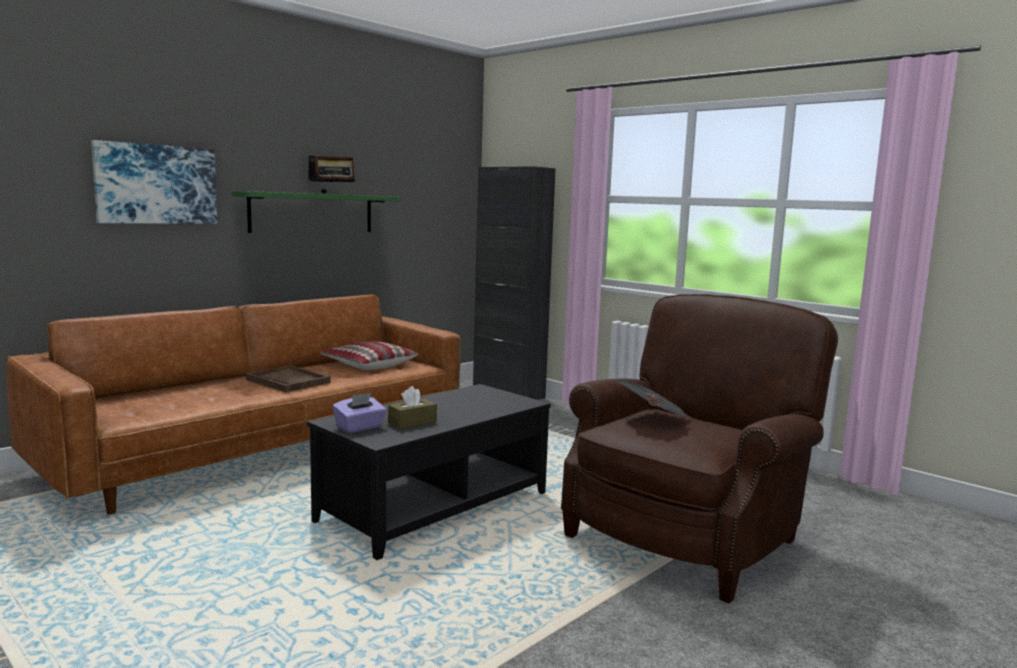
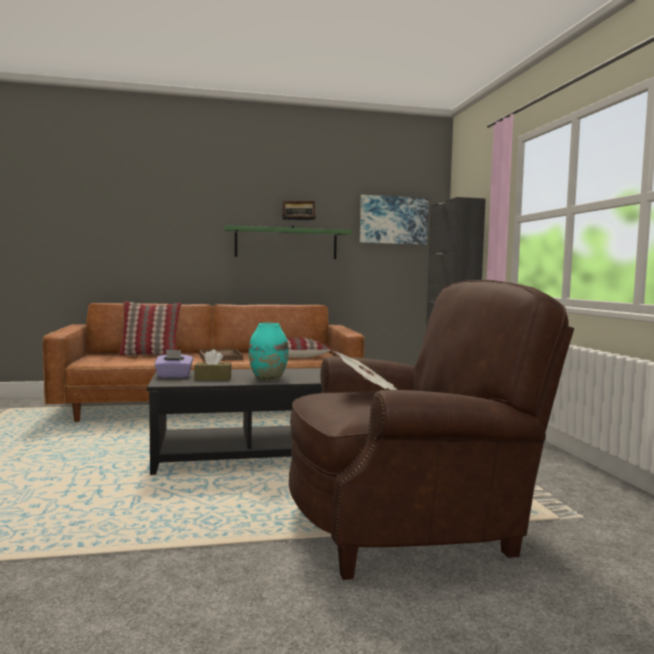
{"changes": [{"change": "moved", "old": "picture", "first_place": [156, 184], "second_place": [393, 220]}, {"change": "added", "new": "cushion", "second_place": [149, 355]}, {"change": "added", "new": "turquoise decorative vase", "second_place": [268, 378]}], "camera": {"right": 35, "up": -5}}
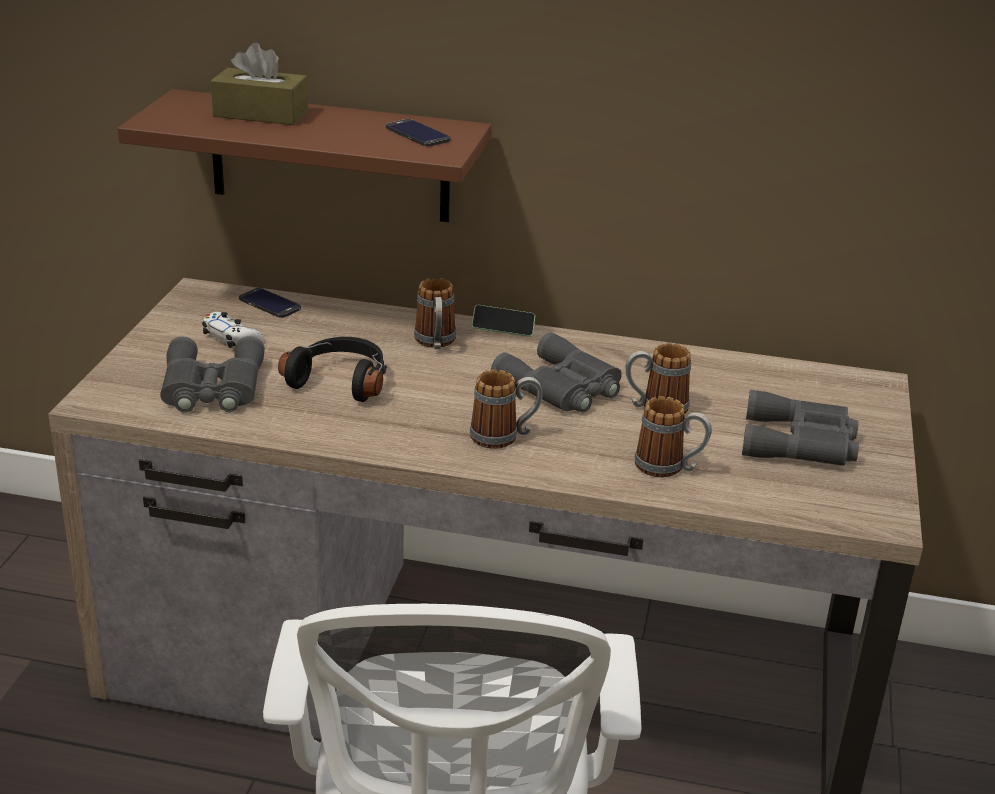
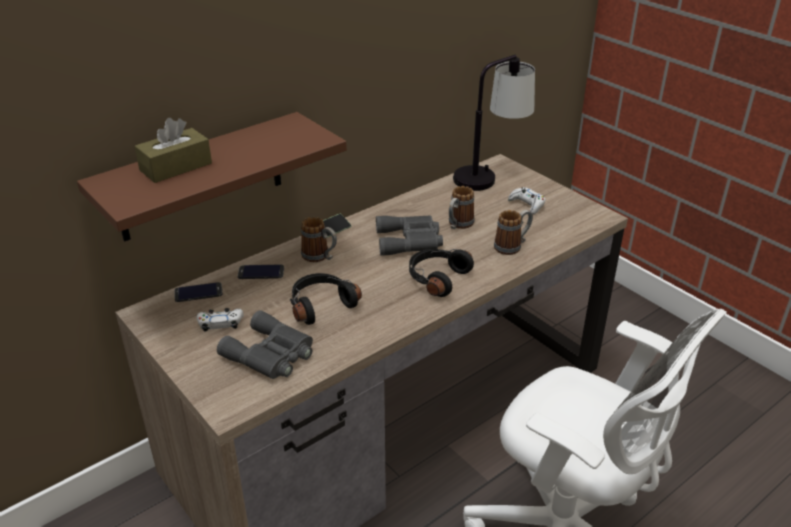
{"changes": [{"change": "moved", "old": "telephone", "first_place": [417, 134], "second_place": [261, 272]}, {"change": "replaced", "old": "tea mug", "new": "black-coloured headphones", "first_place": [504, 437], "second_place": [436, 278]}, {"change": "replaced", "old": "greyish binoculars", "new": "white gamepad", "first_place": [801, 443], "second_place": [527, 204]}, {"change": "added", "new": "lamp for a table", "second_place": [489, 175]}], "camera": {"right": -50, "up": 5}}
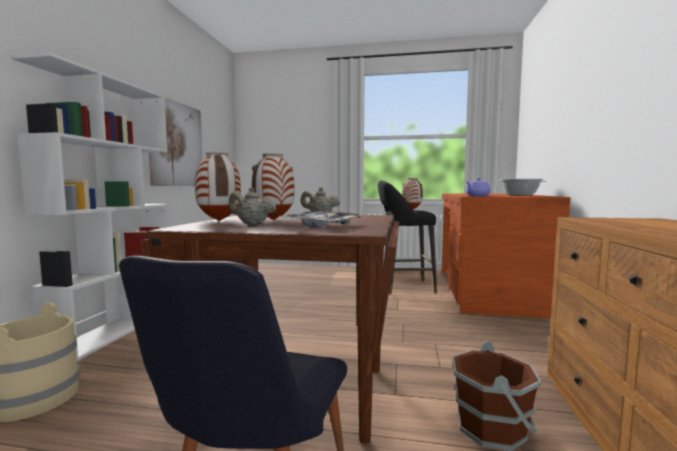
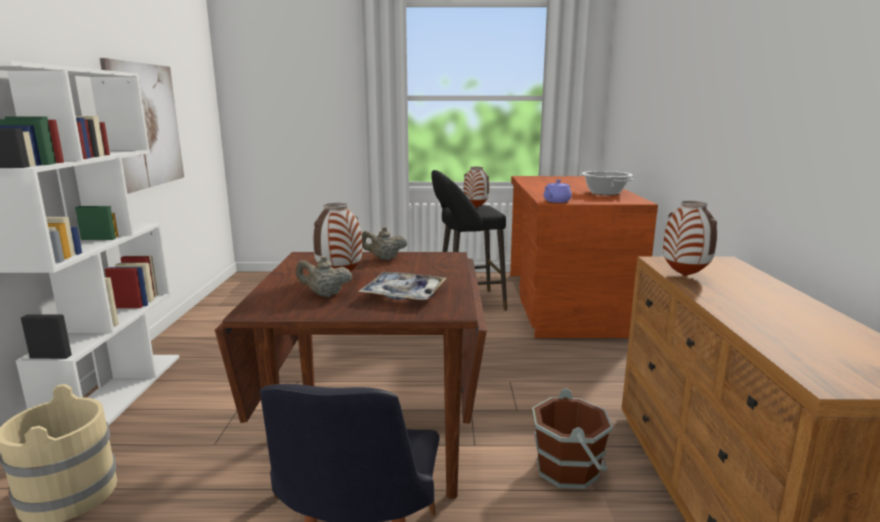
{"changes": [{"change": "moved", "old": "decorative vase", "first_place": [220, 221], "second_place": [685, 276]}], "camera": {"right": -10, "up": 10}}
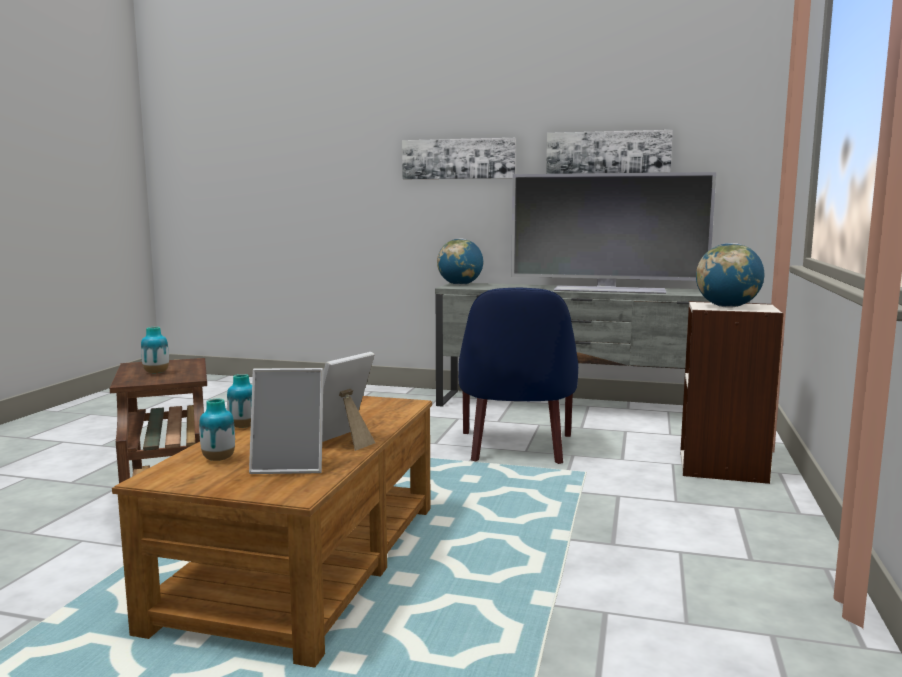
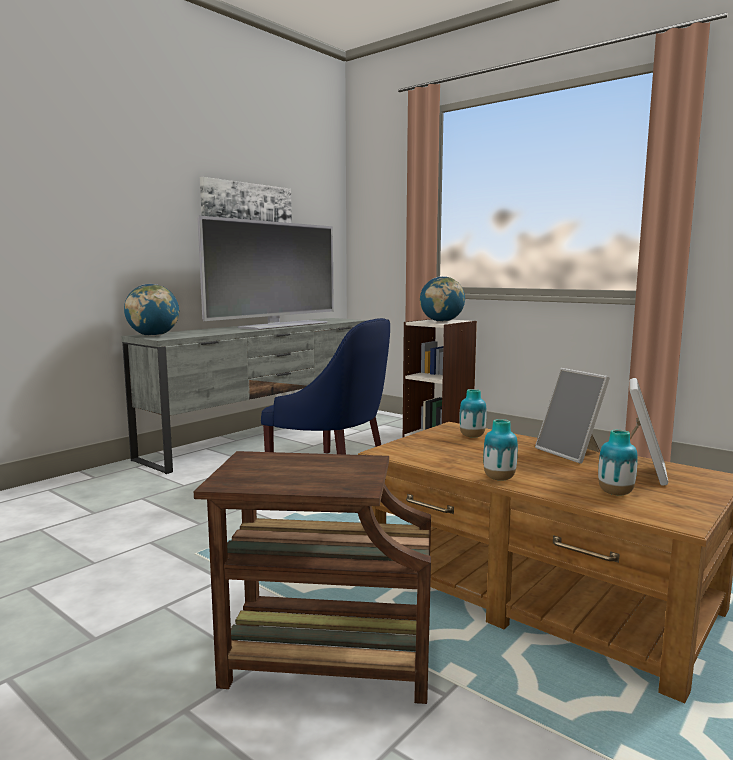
{"changes": [{"change": "removed", "old": "picture", "first_place": [458, 159]}, {"change": "moved", "old": "decorative vase", "first_place": [156, 373], "second_place": [472, 436]}], "camera": {"right": -65, "up": 0}}
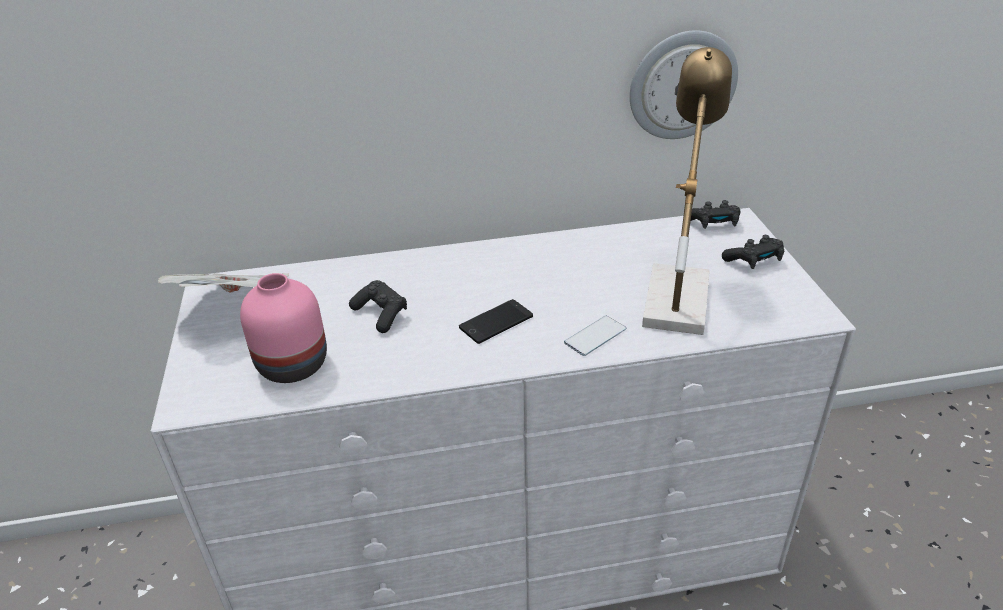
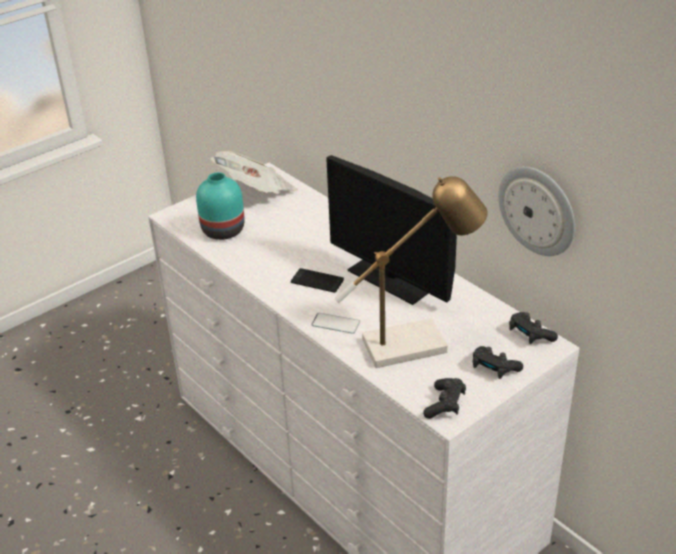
{"changes": [{"change": "recoloured", "old": "pink-coloured decorative vase", "new": "turquoise decorative vase", "first_place": [294, 363], "second_place": [224, 230]}, {"change": "moved", "old": "black-coloured gamepad", "first_place": [381, 314], "second_place": [445, 405]}, {"change": "added", "new": "computer screen", "second_place": [392, 278]}], "camera": {"right": 60, "up": 0}}
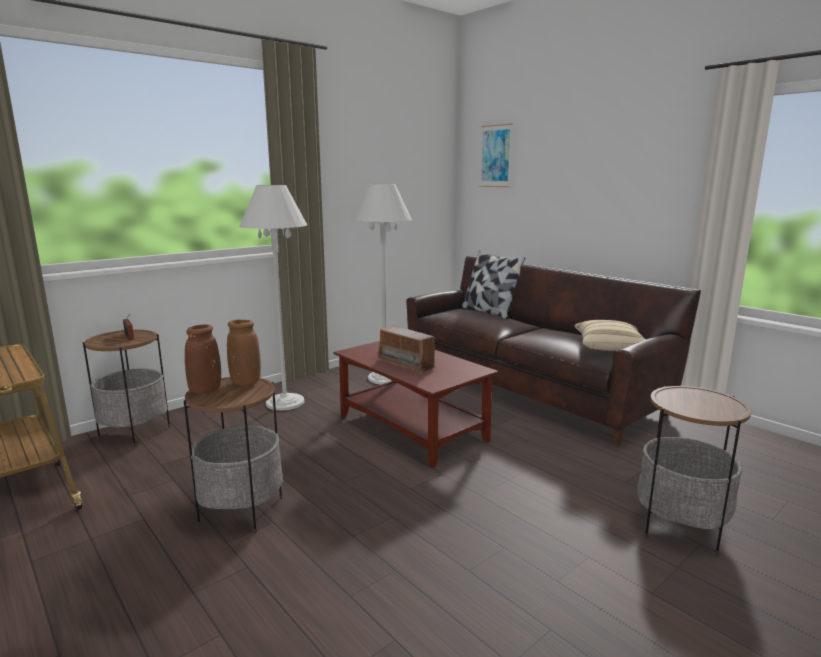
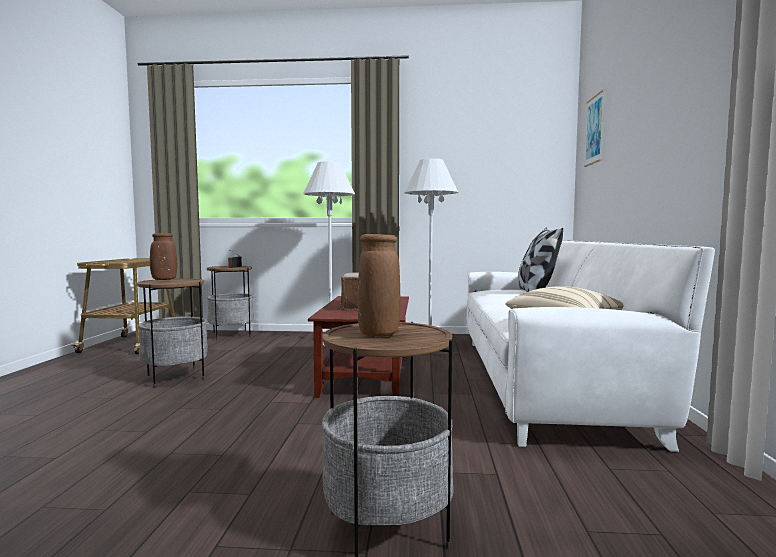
{"changes": [{"change": "recoloured", "old": "brown-coloured settee", "new": "white settee", "first_place": [528, 388], "second_place": [542, 381]}, {"change": "moved", "old": "brown-coloured decorative vase", "first_place": [245, 382], "second_place": [378, 334]}], "camera": {"right": 45, "up": -10}}
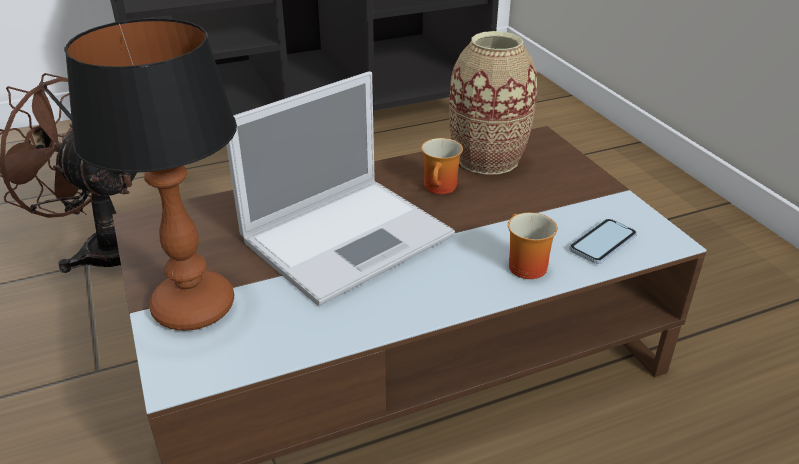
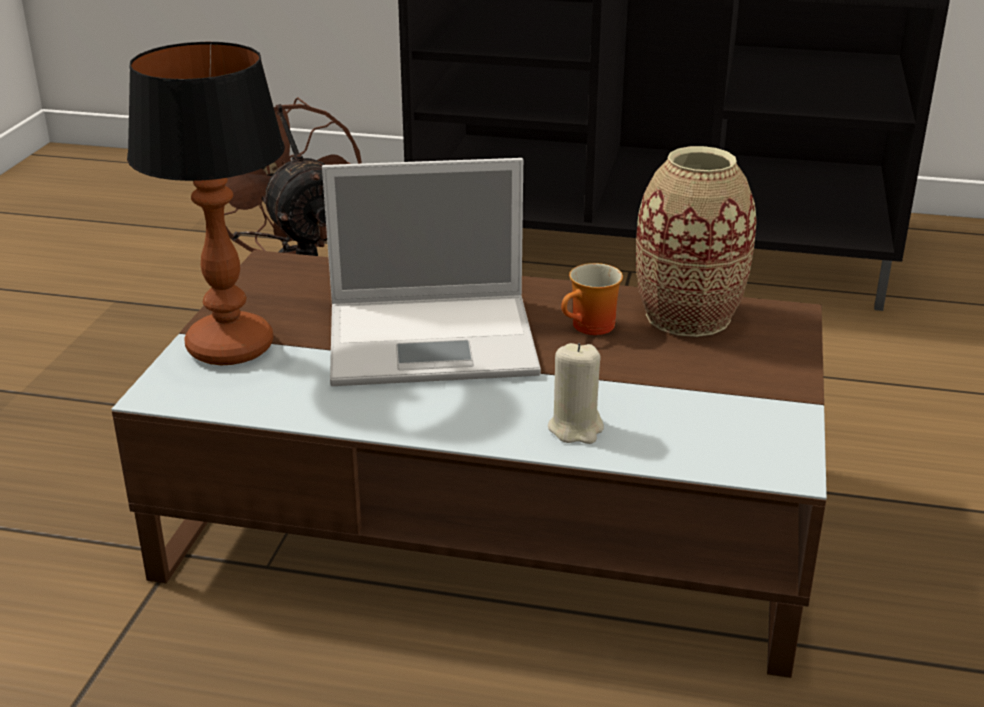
{"changes": [{"change": "replaced", "old": "tea mug", "new": "beige-coloured wax candle", "first_place": [522, 265], "second_place": [576, 428]}, {"change": "removed", "old": "telephone", "first_place": [602, 243]}], "camera": {"right": 35, "up": -5}}
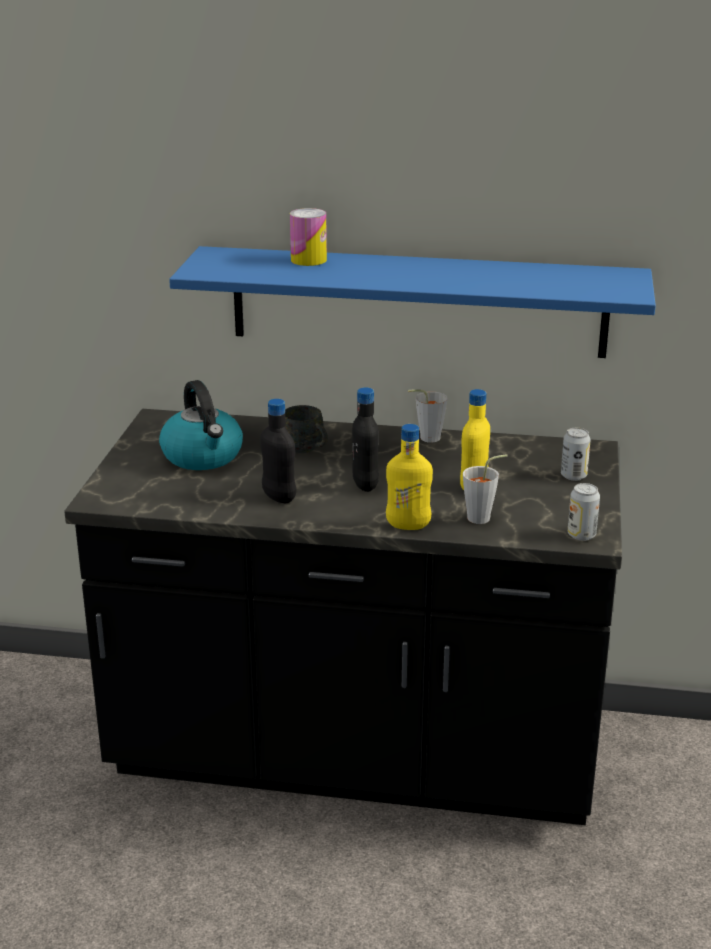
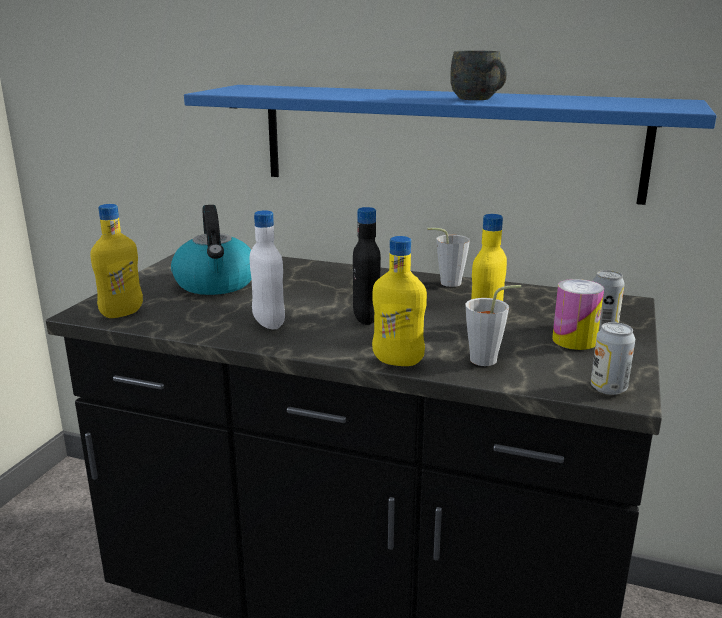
{"changes": [{"change": "moved", "old": "metal can", "first_place": [308, 260], "second_place": [574, 340]}, {"change": "recoloured", "old": "black-coloured drink bottle", "new": "white drink bottle", "first_place": [279, 497], "second_place": [268, 323]}, {"change": "moved", "old": "greyish tea mug", "first_place": [307, 449], "second_place": [479, 99]}, {"change": "added", "new": "yellow-coloured drink bottle", "second_place": [122, 313]}], "camera": {"right": 10, "up": -5}}
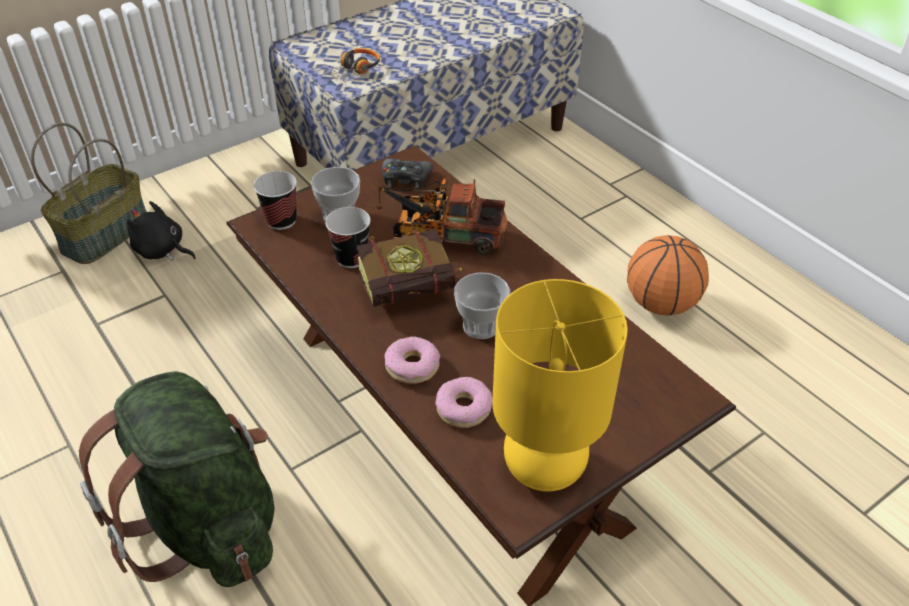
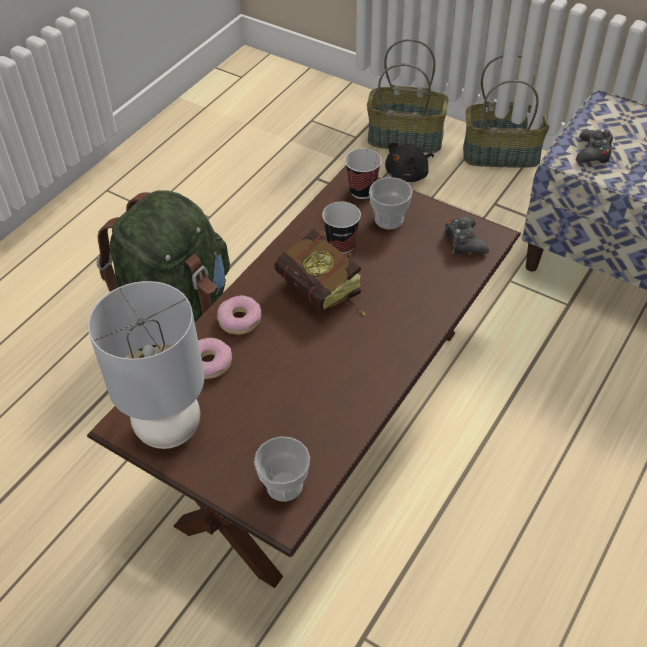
{"changes": [{"change": "replaced", "old": "headphones", "new": "black-coloured gamepad", "first_place": [352, 72], "second_place": [593, 152]}, {"change": "removed", "old": "toy lorry", "first_place": [441, 235]}, {"change": "turned", "old": "black-coloured cuddly toy", "first_place": [162, 251], "second_place": [408, 174], "degrees": -135}, {"change": "removed", "old": "ball for basketball", "first_place": [660, 304]}, {"change": "moved", "old": "small cup", "first_place": [481, 326], "second_place": [284, 485]}, {"change": "recoloured", "old": "yellow-coloured lamp for a table", "new": "greyish lamp for a table", "first_place": [545, 467], "second_place": [168, 429]}, {"change": "added", "new": "household basket", "second_place": [501, 154]}], "camera": {"right": 70, "up": 5}}
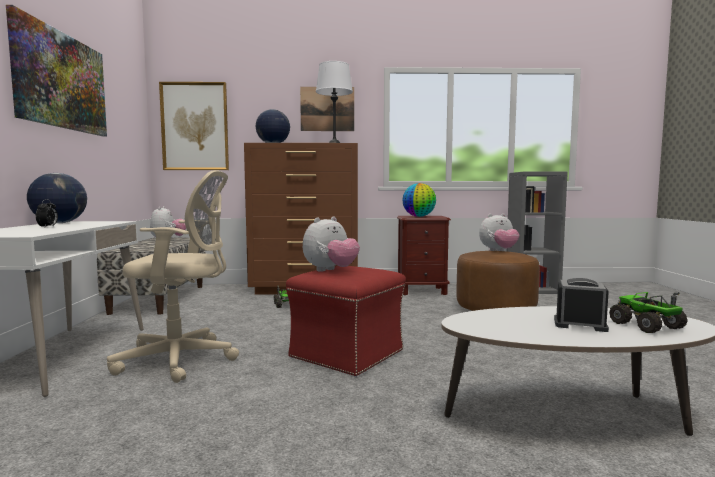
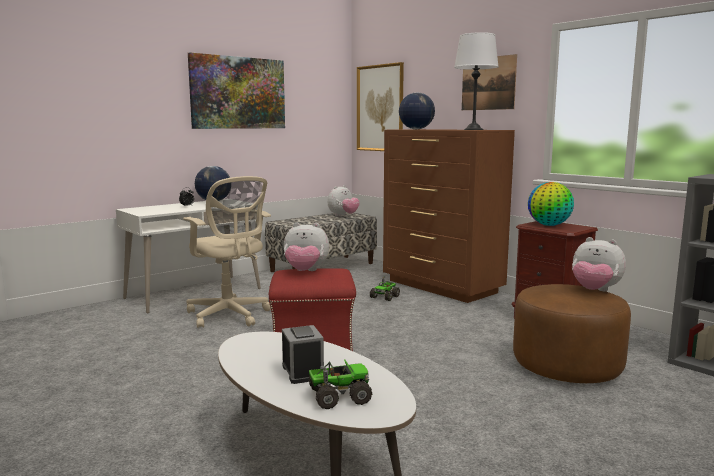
{"changes": [{"change": "turned", "old": "toy lorry", "first_place": [647, 326], "second_place": [338, 396], "degrees": 45}], "camera": {"right": 50, "up": 5}}
